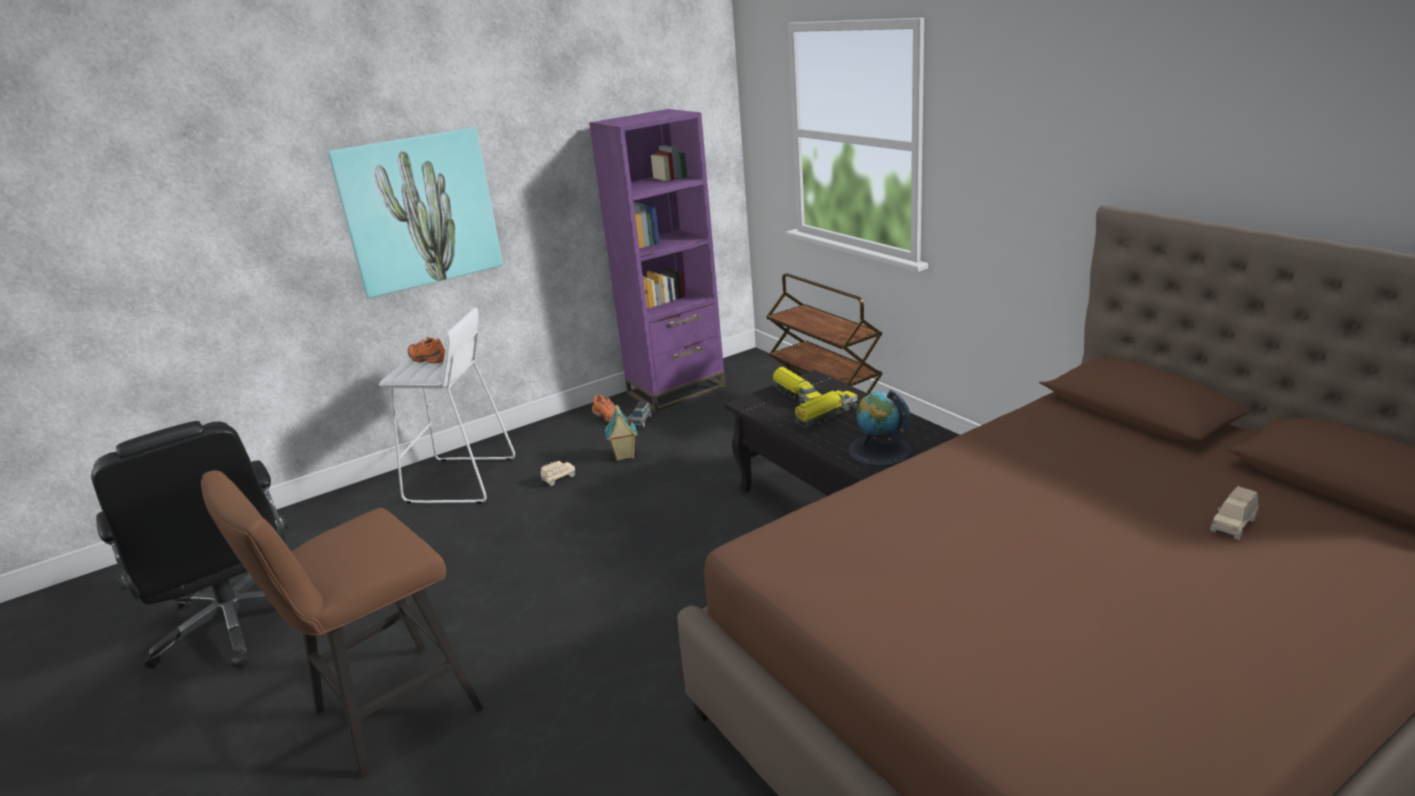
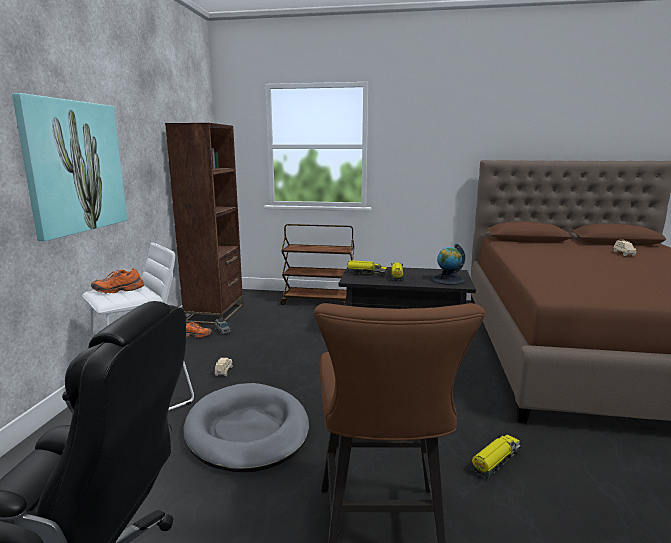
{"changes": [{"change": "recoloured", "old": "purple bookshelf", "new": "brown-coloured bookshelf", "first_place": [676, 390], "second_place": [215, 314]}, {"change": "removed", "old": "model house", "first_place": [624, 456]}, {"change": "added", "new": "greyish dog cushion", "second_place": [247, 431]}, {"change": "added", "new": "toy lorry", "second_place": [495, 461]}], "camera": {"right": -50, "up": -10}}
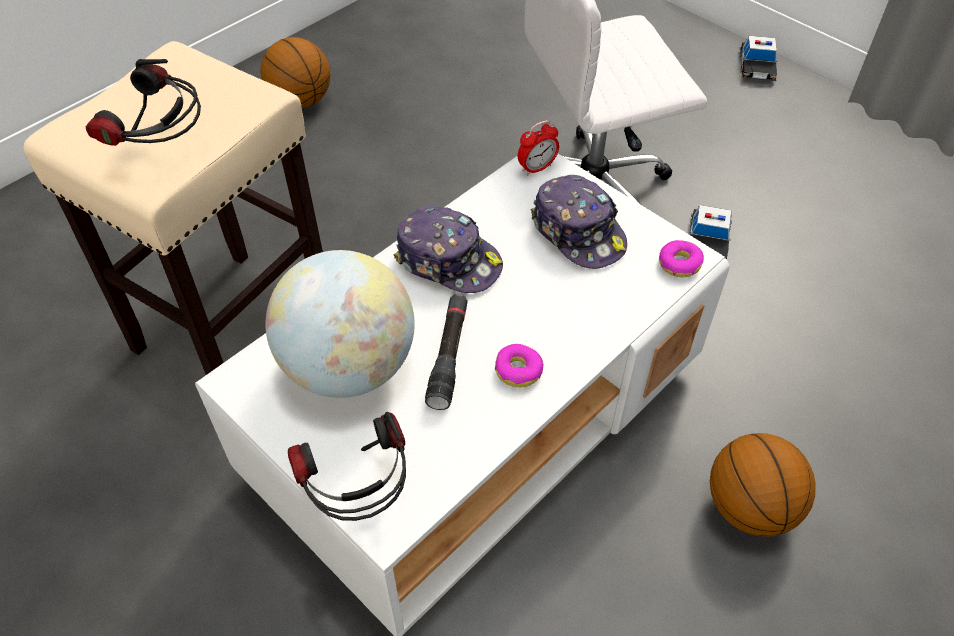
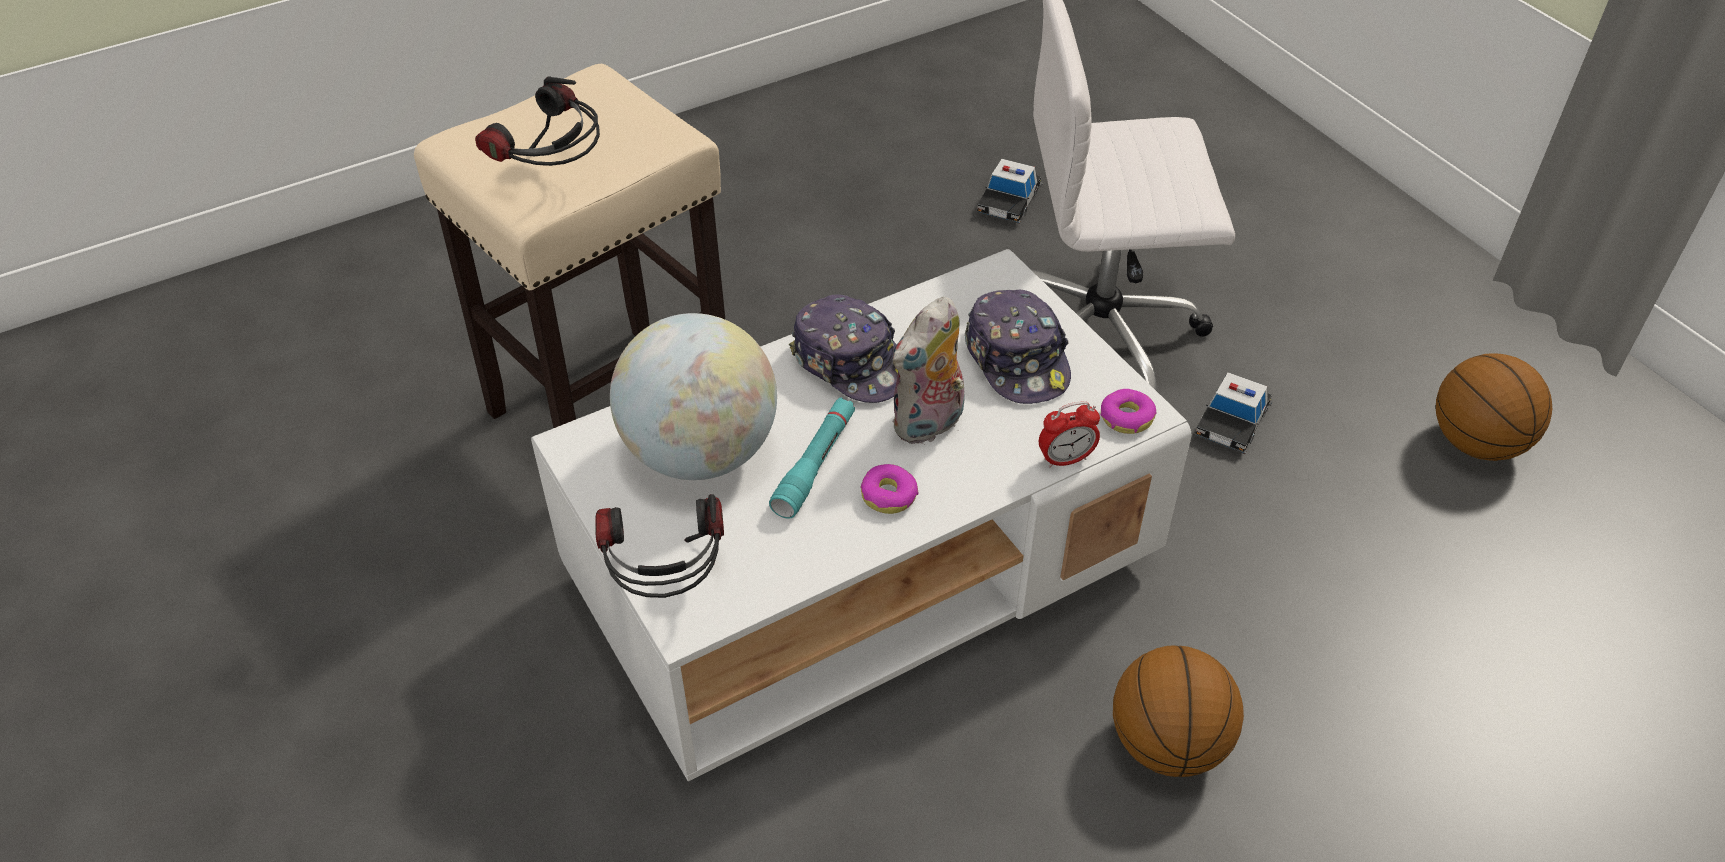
{"changes": [{"change": "moved", "old": "model car", "first_place": [757, 66], "second_place": [1008, 201]}, {"change": "moved", "old": "ball for basketball", "first_place": [300, 101], "second_place": [1476, 443]}, {"change": "moved", "old": "table clock", "first_place": [537, 168], "second_place": [1065, 459]}, {"change": "recoloured", "old": "black-coloured hand torch", "new": "turquoise hand torch", "first_place": [449, 356], "second_place": [815, 465]}, {"change": "added", "new": "cuddly toy", "second_place": [929, 425]}], "camera": {"right": 15, "up": -5}}
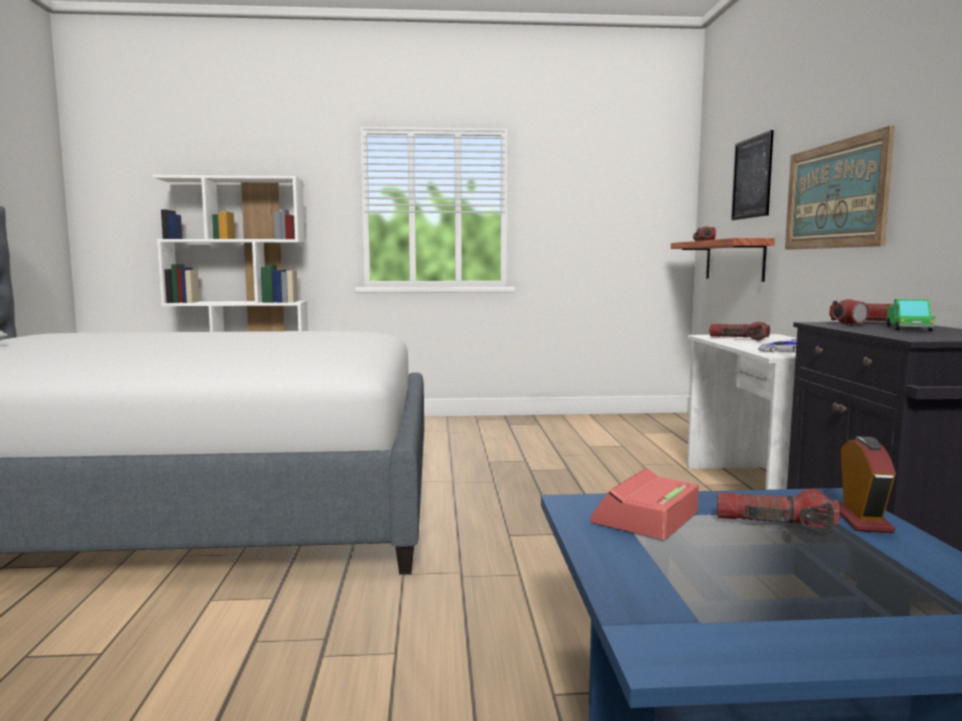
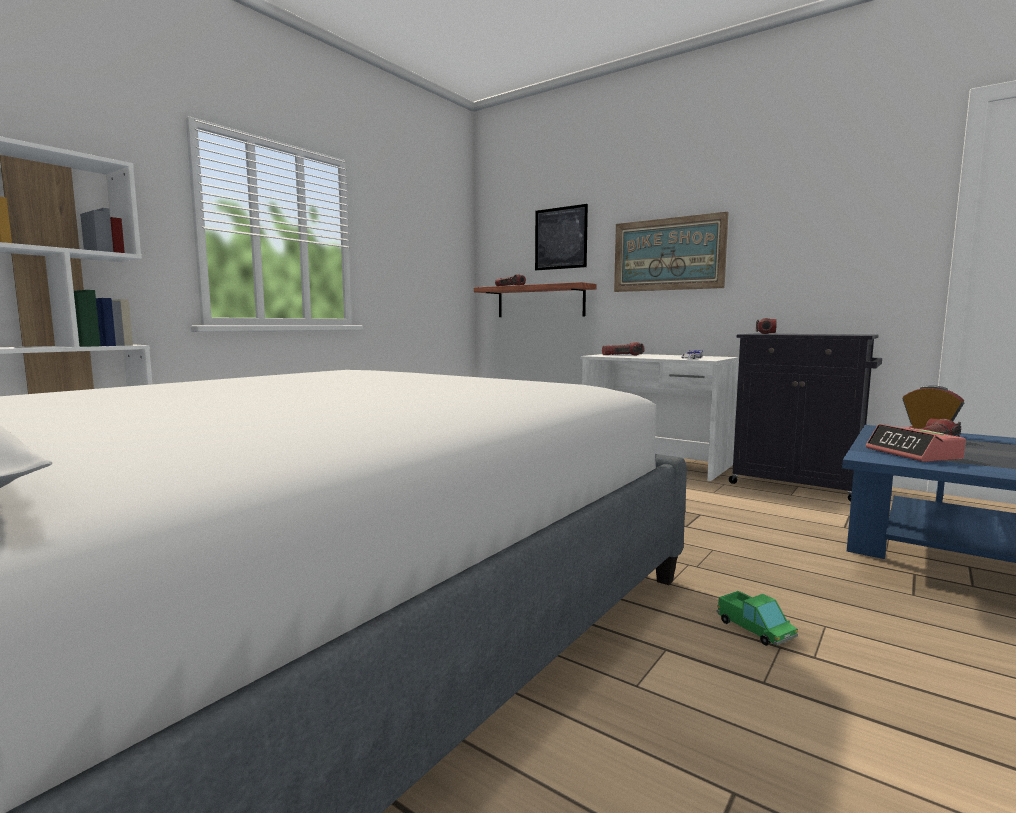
{"changes": [{"change": "moved", "old": "toy lorry", "first_place": [908, 328], "second_place": [755, 629]}], "camera": {"right": -50, "up": 0}}
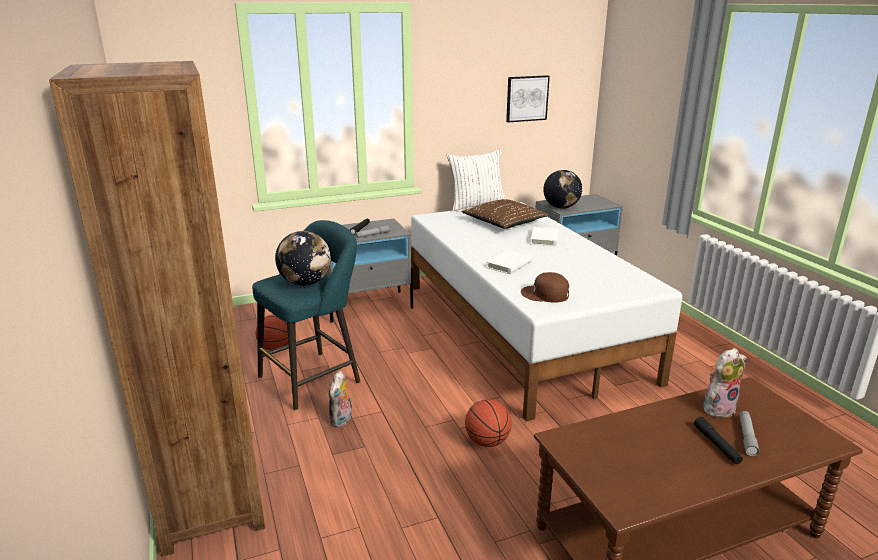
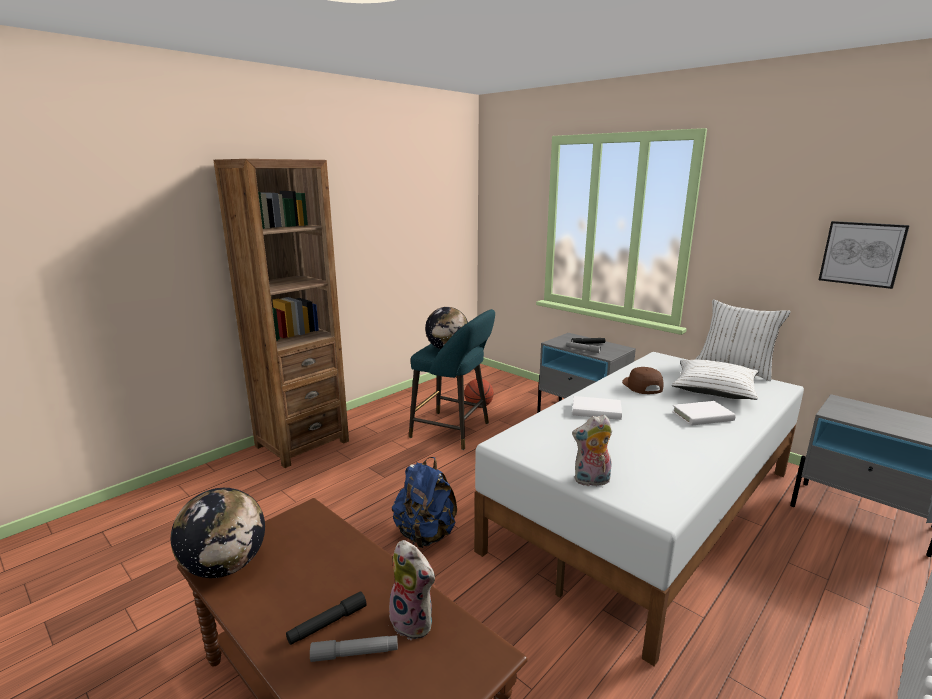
{"changes": [{"change": "moved", "old": "desk globe", "first_place": [561, 207], "second_place": [225, 566]}, {"change": "recoloured", "old": "brown-coloured cushion", "new": "white cushion", "first_place": [504, 222], "second_place": [714, 388]}, {"change": "moved", "old": "brown-coloured baseball cap", "first_place": [545, 294], "second_place": [641, 386]}, {"change": "moved", "old": "cuddly toy", "first_place": [342, 420], "second_place": [591, 481]}, {"change": "replaced", "old": "ball for basketball", "new": "blue backpack", "first_place": [487, 441], "second_place": [426, 535]}], "camera": {"right": 65, "up": -5}}
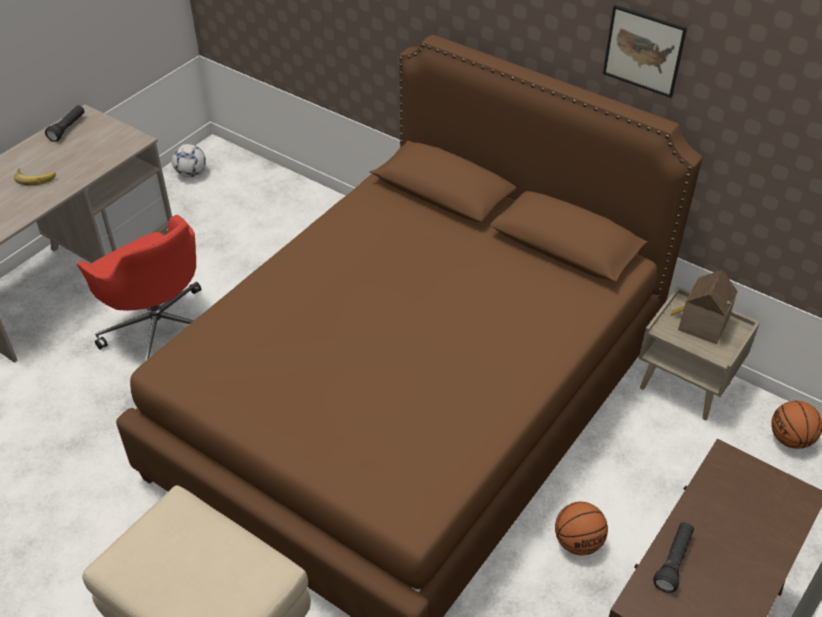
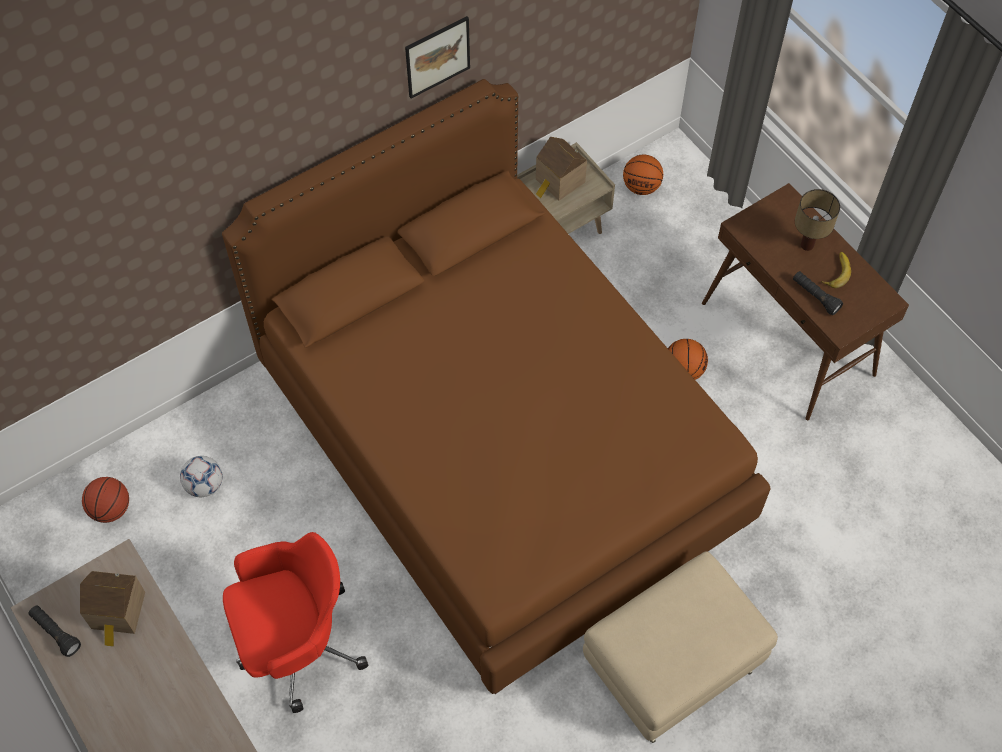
{"changes": [{"change": "moved", "old": "football ball", "first_place": [191, 174], "second_place": [205, 485]}, {"change": "moved", "old": "whole banana", "first_place": [35, 177], "second_place": [835, 271]}, {"change": "added", "new": "lamp for a table", "second_place": [807, 245]}, {"change": "added", "new": "ball for basketball", "second_place": [111, 509]}, {"change": "added", "new": "model house", "second_place": [118, 613]}], "camera": {"right": -70, "up": 15}}
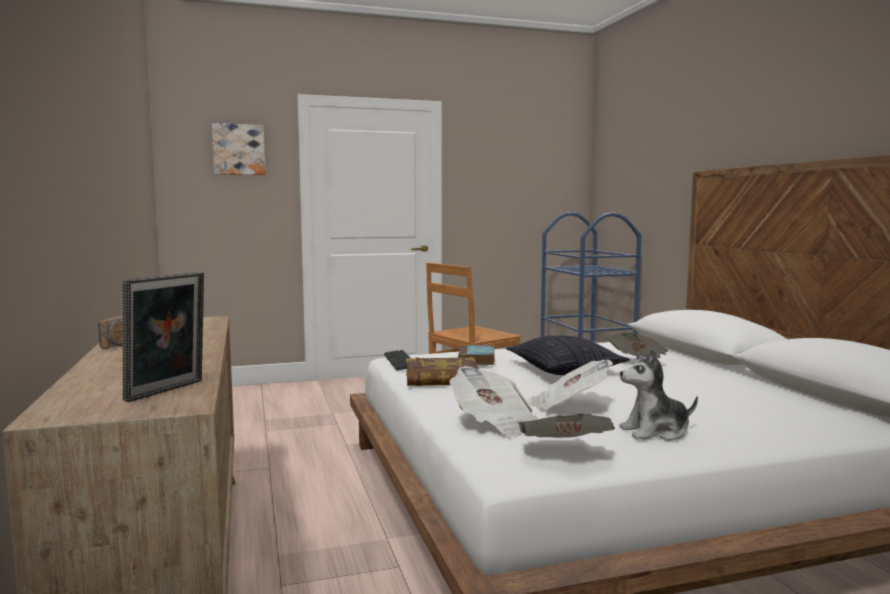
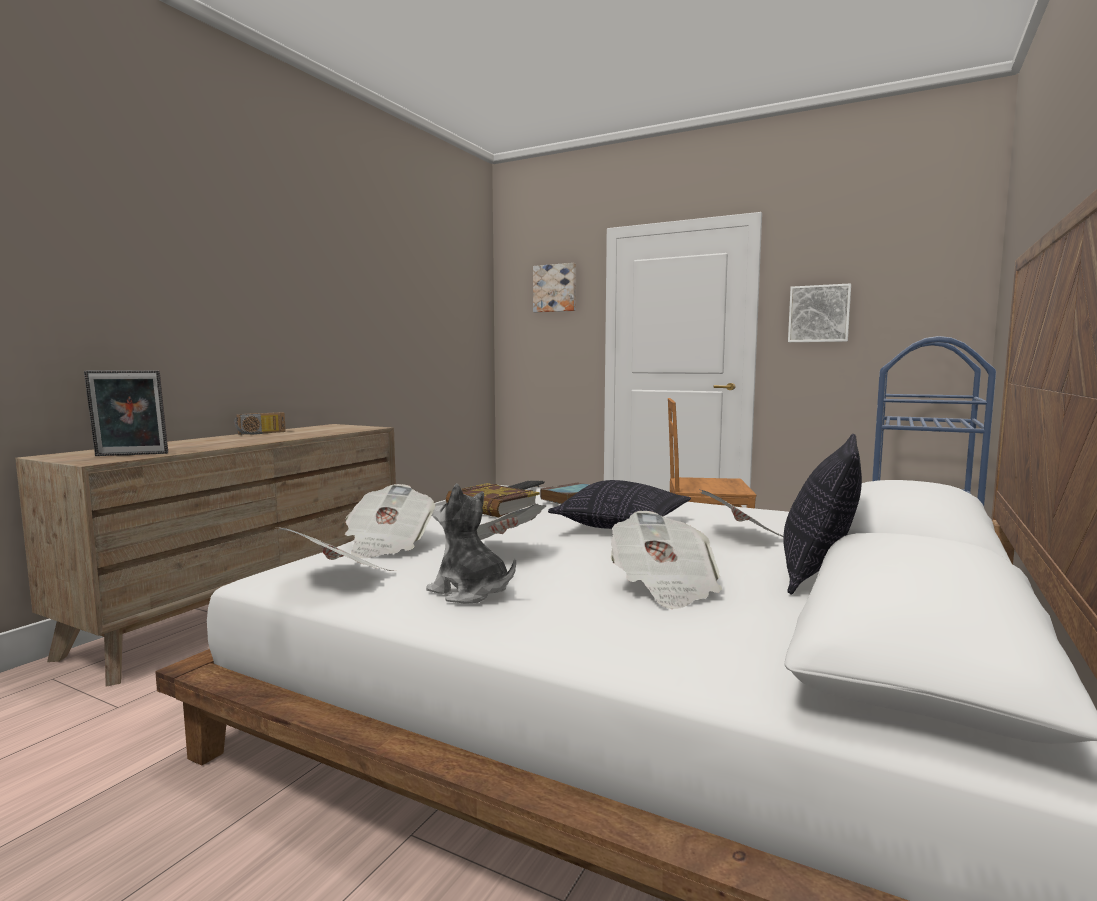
{"changes": [{"change": "added", "new": "picture", "second_place": [819, 314]}, {"change": "added", "new": "cushion", "second_place": [817, 575]}, {"change": "added", "new": "daily paper", "second_place": [664, 587]}], "camera": {"right": 45, "up": 0}}
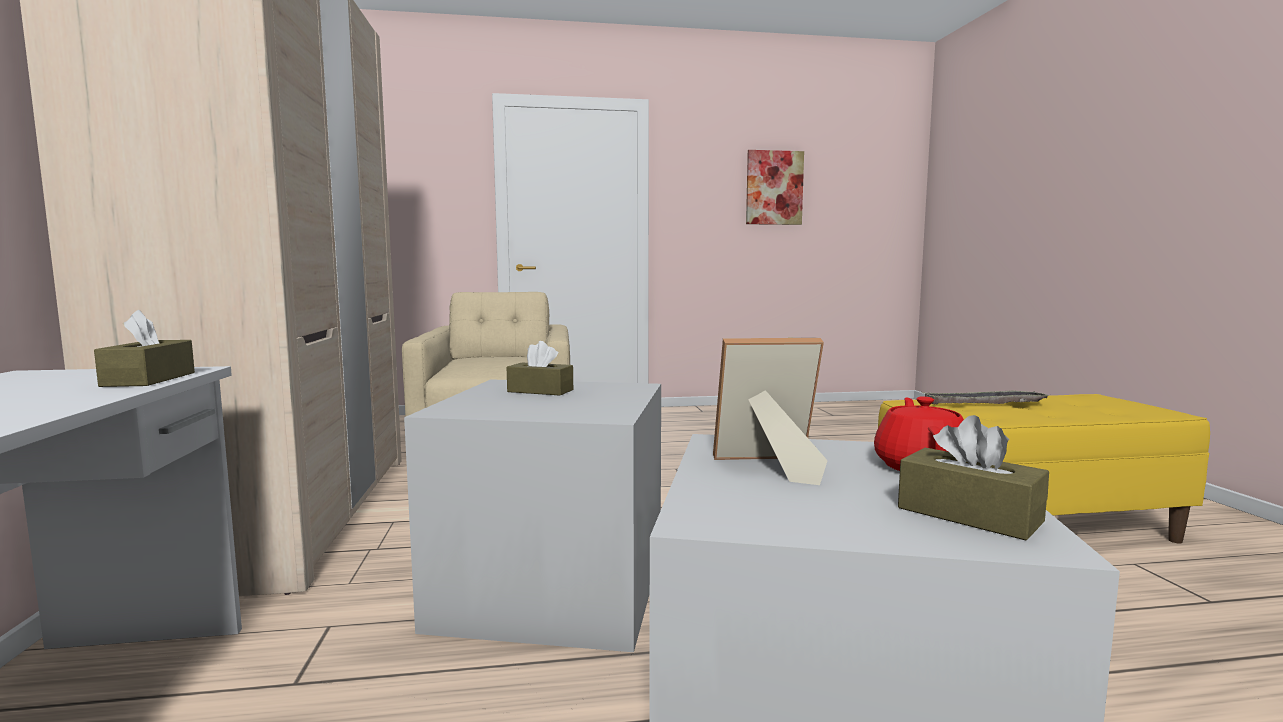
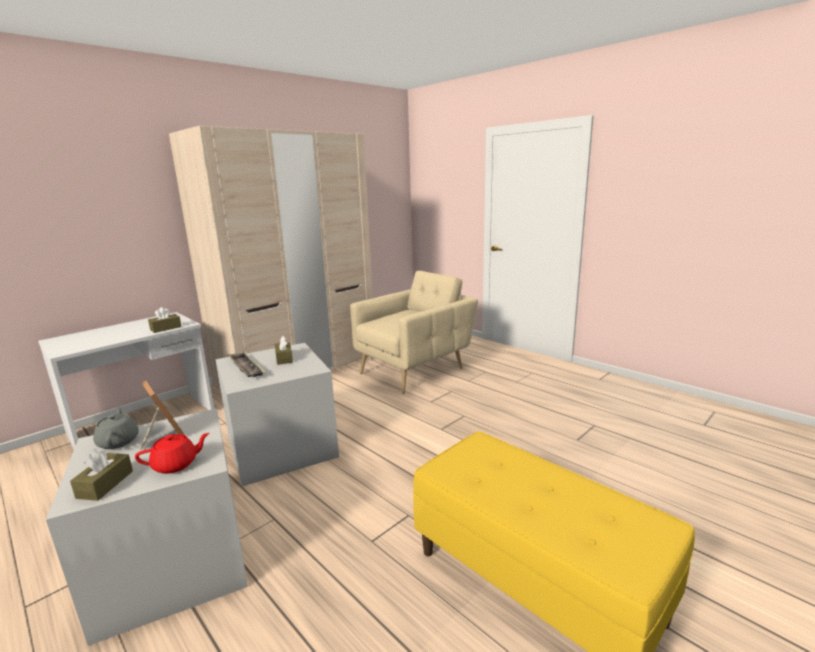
{"changes": [{"change": "removed", "old": "picture", "first_place": [774, 188]}, {"change": "moved", "old": "tray", "first_place": [983, 403], "second_place": [246, 368]}, {"change": "added", "new": "greyish tea pot", "second_place": [119, 441]}], "camera": {"right": 55, "up": 10}}
